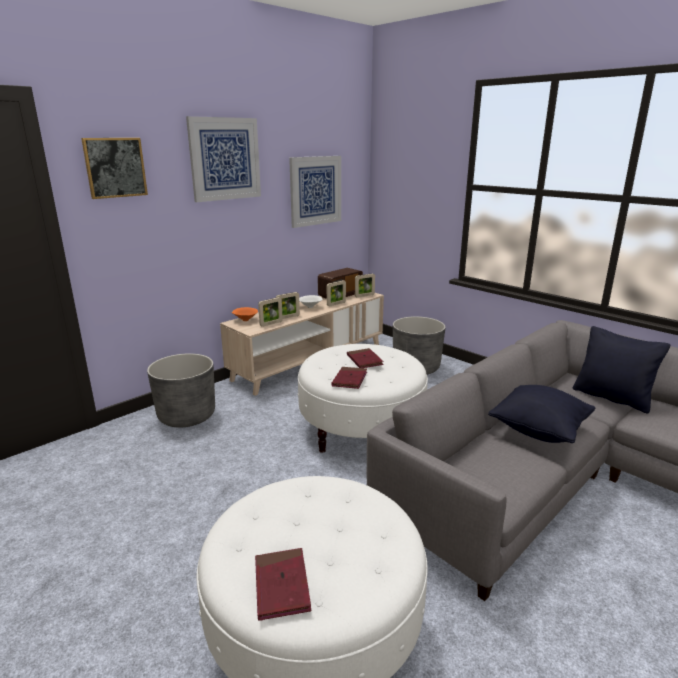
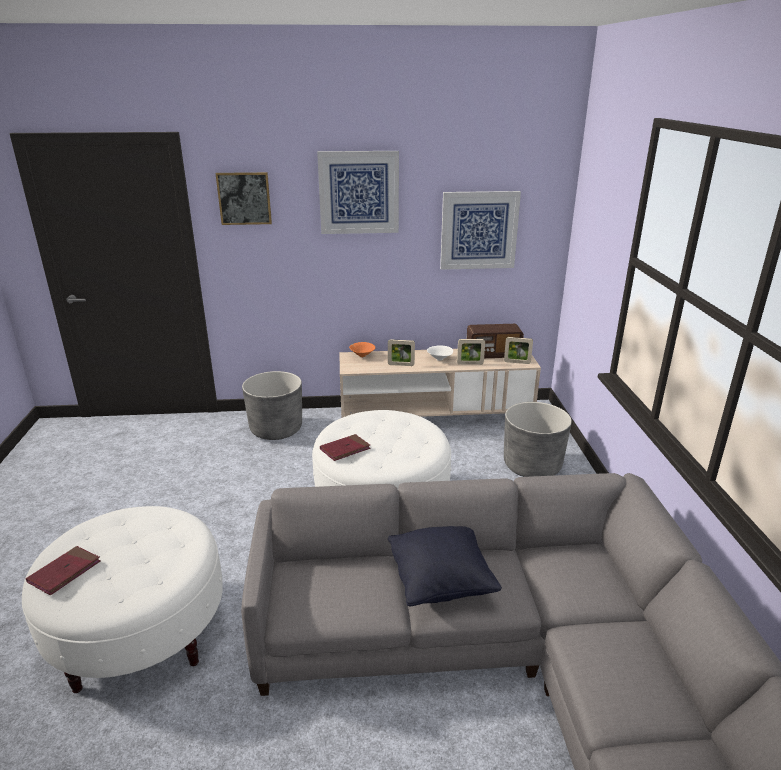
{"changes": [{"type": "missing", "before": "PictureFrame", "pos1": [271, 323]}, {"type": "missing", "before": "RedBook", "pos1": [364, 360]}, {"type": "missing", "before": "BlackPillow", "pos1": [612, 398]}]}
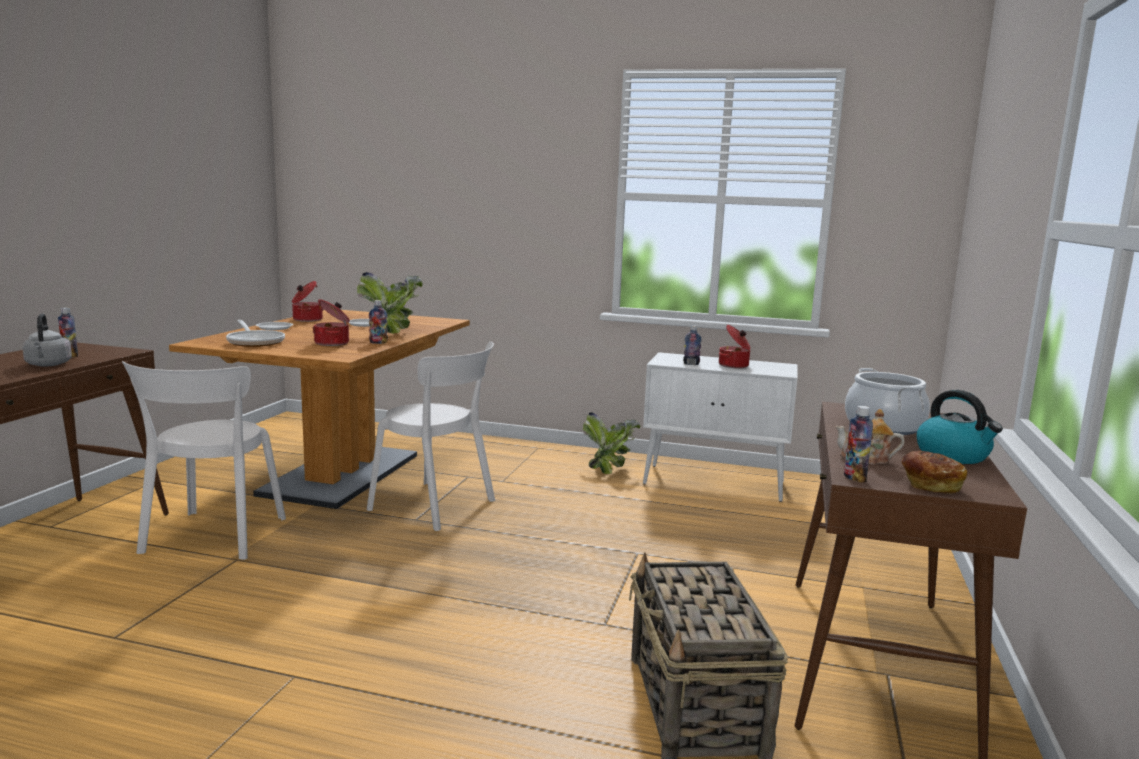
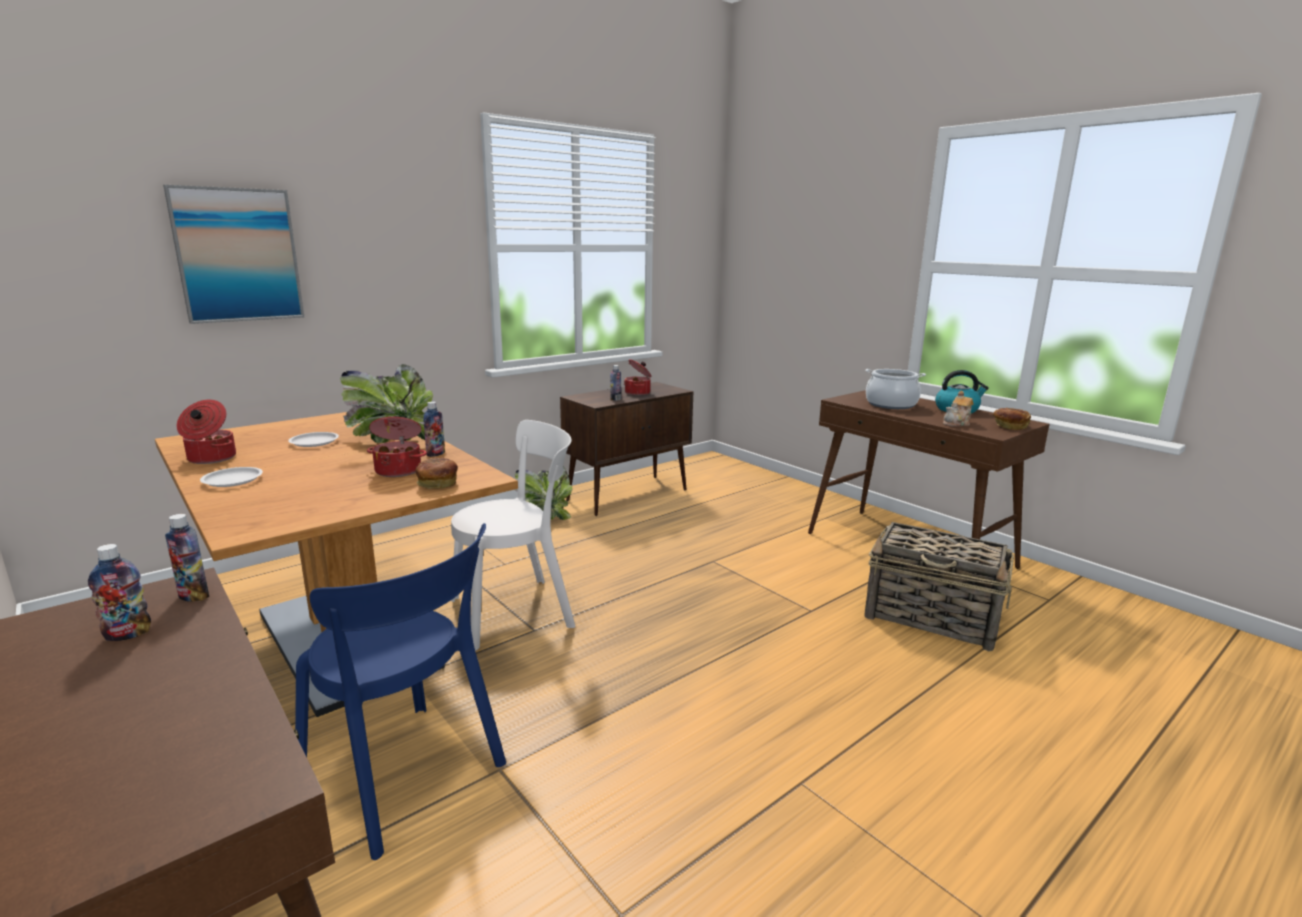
{"changes": [{"type": "appeared", "after": "Picture", "pos2": [237, 255]}, {"type": "relocated", "before": "Bottle", "pos1": [854, 478], "pos2": [193, 596]}, {"type": "colour", "before": "WhiteChair", "after": "BlueChair", "pos1": [212, 537], "pos2": [408, 777]}, {"type": "appeared", "after": "Bread", "pos2": [437, 484]}, {"type": "colour", "before": "WhiteCabinet", "after": "BrownCabinet", "pos1": [715, 483], "pos2": [628, 495]}, {"type": "missing", "before": "GreyKettle", "pos1": [48, 365]}, {"type": "missing", "before": "FryingPan", "pos1": [255, 342]}]}
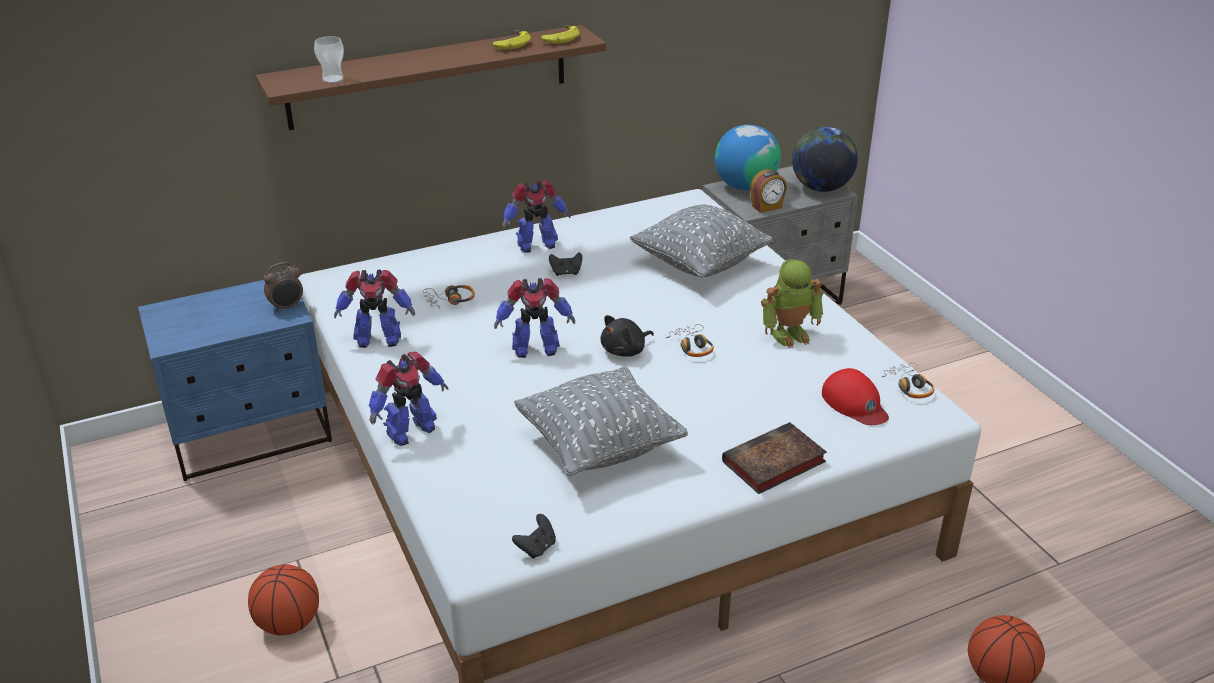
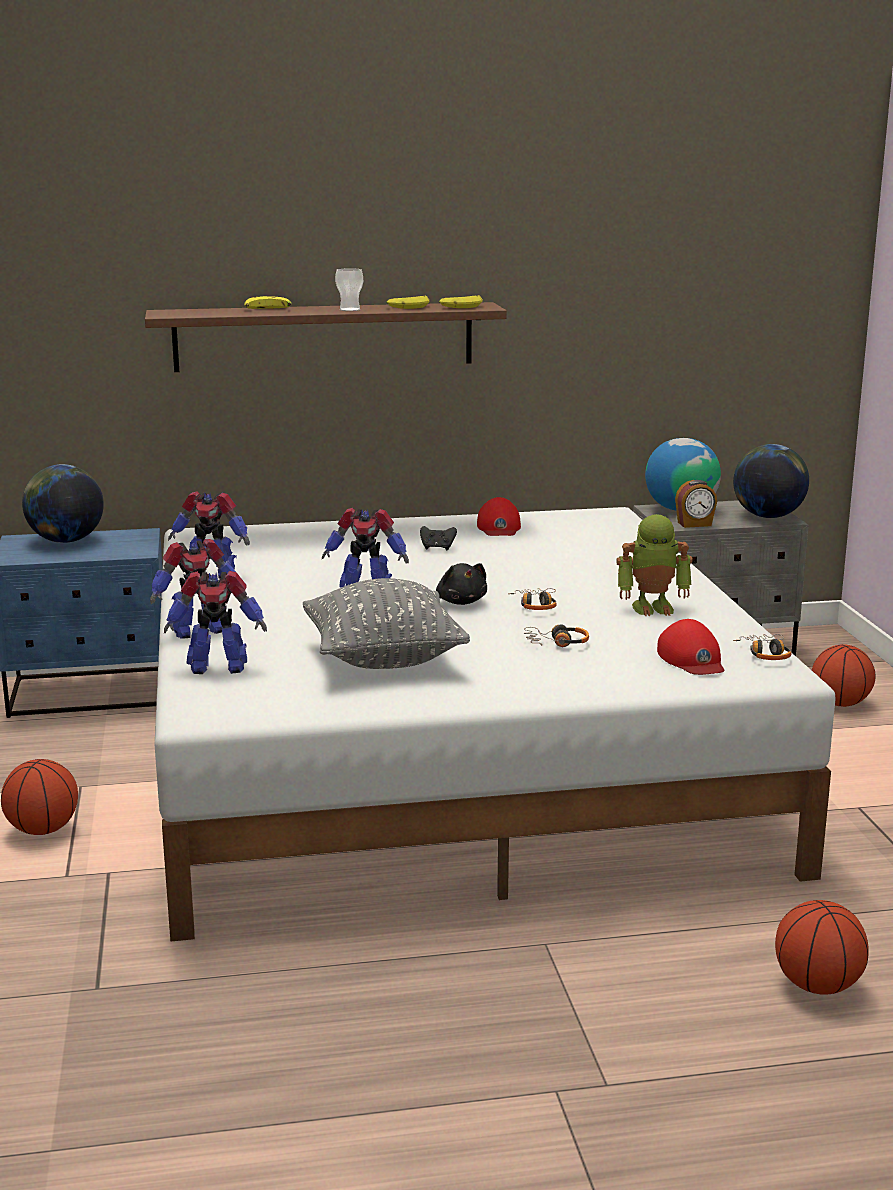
{"changes": [{"type": "appeared", "after": "Globe", "pos2": [66, 541]}, {"type": "relocated", "before": "ToyRobot", "pos1": [536, 245], "pos2": [217, 667]}, {"type": "appeared", "after": "Banana", "pos2": [267, 310]}, {"type": "relocated", "before": "Cup", "pos1": [333, 79], "pos2": [350, 309]}, {"type": "spun", "before": "BlackPlushToy", "pos1": [625, 350], "pos2": [461, 602], "turn": -90}, {"type": "appeared", "after": "RedCap", "pos2": [499, 527]}, {"type": "relocated", "before": "Headphones", "pos1": [450, 301], "pos2": [556, 643]}, {"type": "appeared", "after": "Basketball", "pos2": [840, 704]}, {"type": "missing", "before": "AlarmClock", "pos1": [287, 307]}, {"type": "missing", "before": "BlackGameController", "pos1": [536, 548]}, {"type": "missing", "before": "GreyPillow", "pos1": [700, 264]}, {"type": "missing", "before": "Book", "pos1": [772, 464]}]}
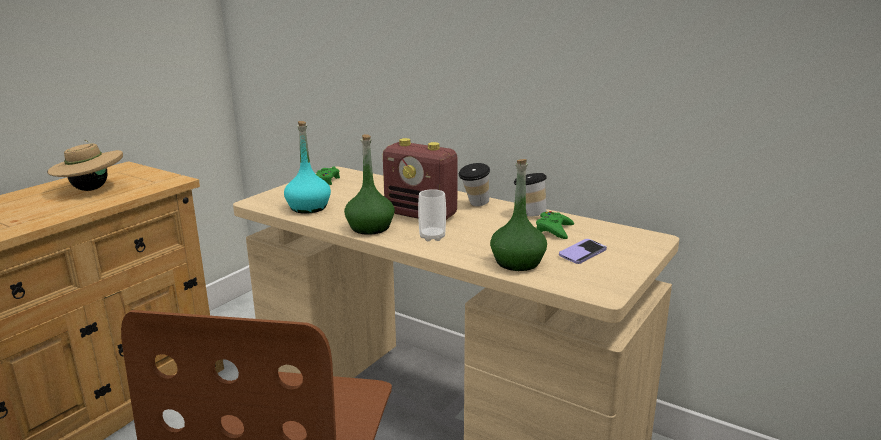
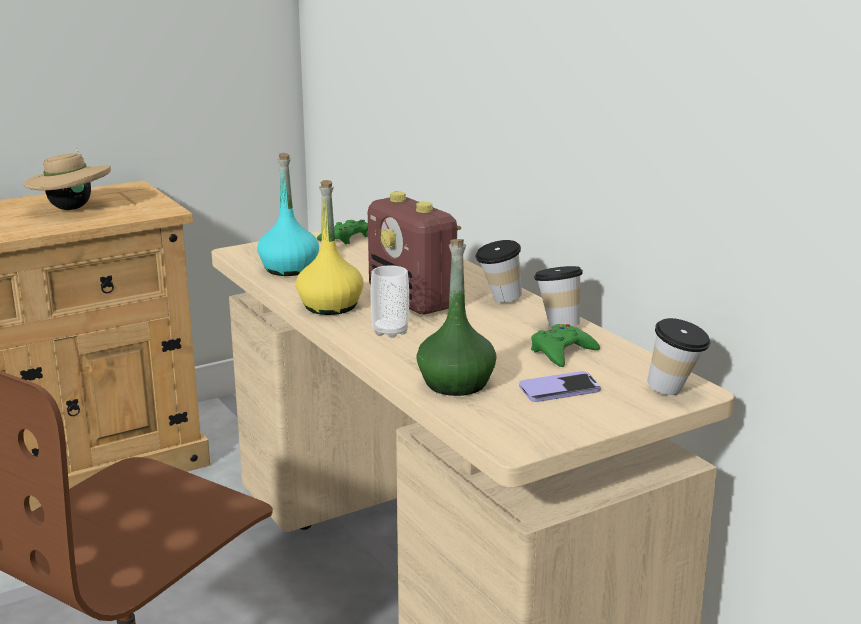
{"changes": [{"type": "colour", "before": "GreenBottle", "after": "YellowBottle", "pos1": [370, 228], "pos2": [330, 306]}, {"type": "appeared", "after": "Cup", "pos2": [675, 391]}]}
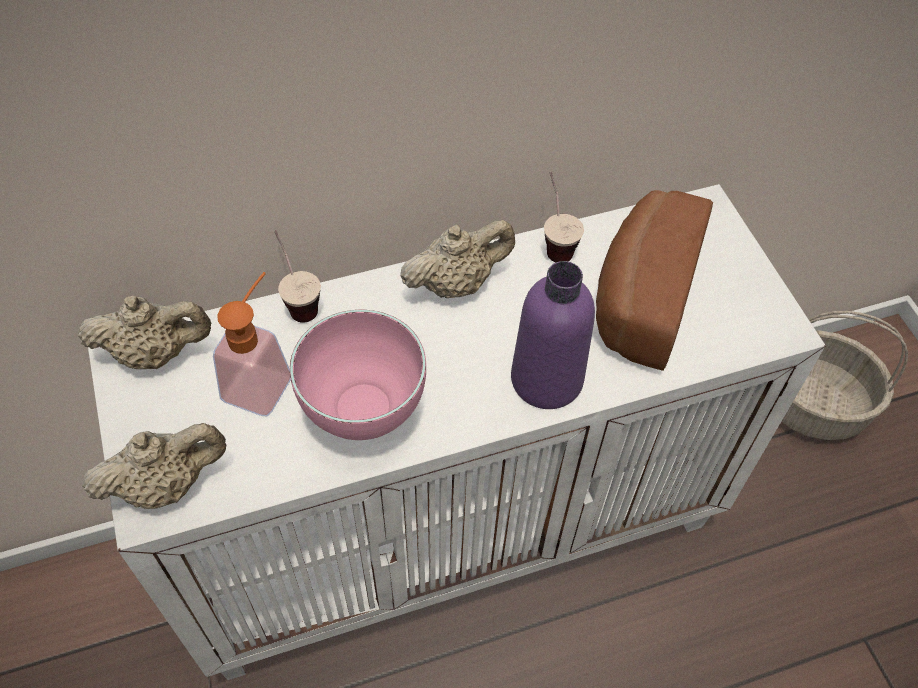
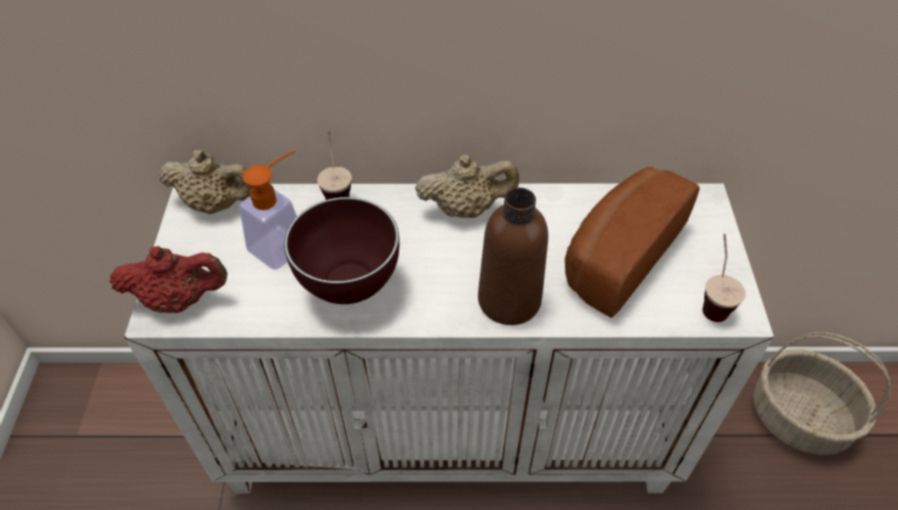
{"changes": [{"type": "colour", "before": "BeigeTeapot", "after": "RedTeapot", "pos1": [166, 484], "pos2": [180, 299]}, {"type": "colour", "before": "PinkBowl", "after": "BrownBowl", "pos1": [366, 416], "pos2": [350, 290]}, {"type": "colour", "before": "PurpleBottle", "after": "BrownBottle", "pos1": [546, 379], "pos2": [509, 300]}, {"type": "relocated", "before": "Cup", "pos1": [554, 242], "pos2": [712, 299]}]}
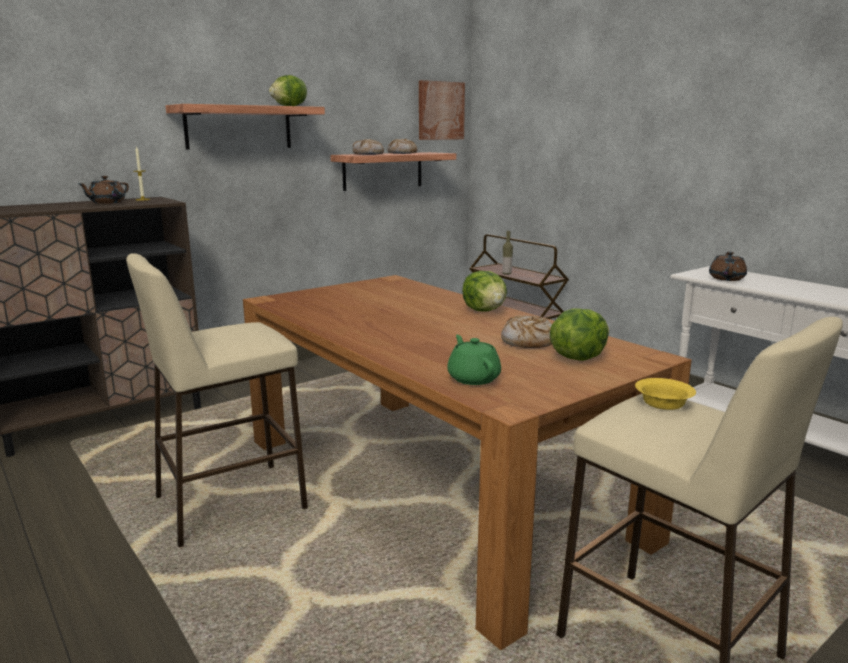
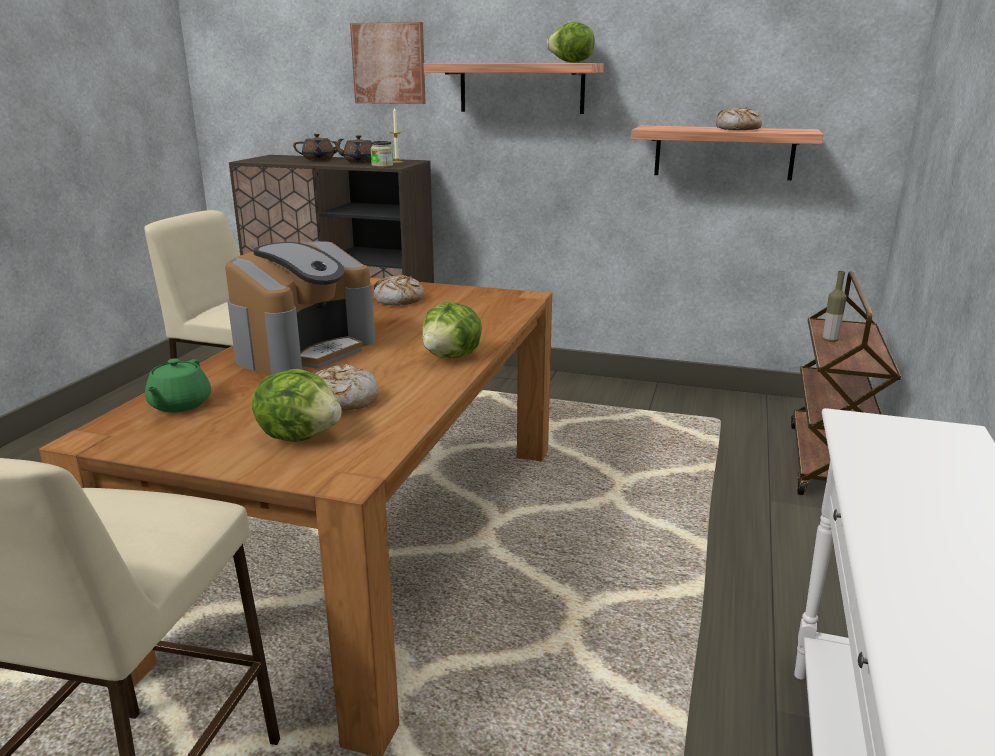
{"changes": [{"type": "spun", "before": "GreenTeapot", "pos1": [473, 378], "pos2": [179, 405], "turn": 150}, {"type": "appeared", "after": "CoffeeMachine", "pos2": [305, 349]}, {"type": "relocated", "before": "BrownTeapot", "pos1": [726, 278], "pos2": [319, 159]}, {"type": "relocated", "before": "Picture", "pos1": [440, 110], "pos2": [389, 63]}, {"type": "appeared", "after": "Jar", "pos2": [382, 165]}, {"type": "relocated", "before": "Bread", "pos1": [368, 154], "pos2": [398, 300]}, {"type": "missing", "before": "YellowBowl", "pos1": [663, 403]}]}
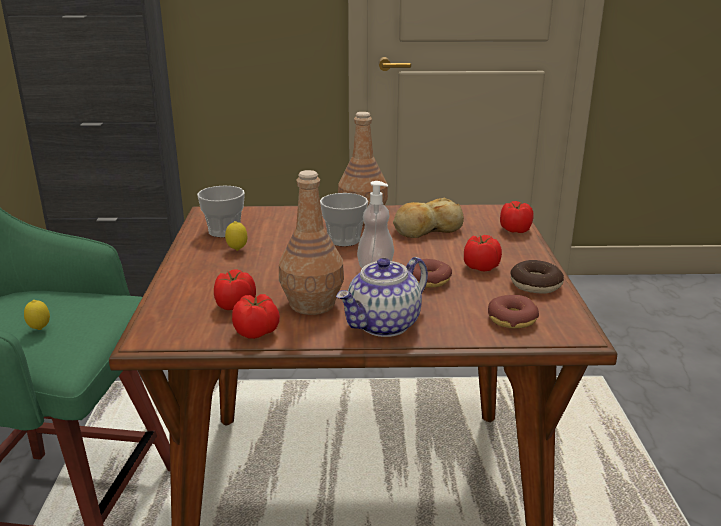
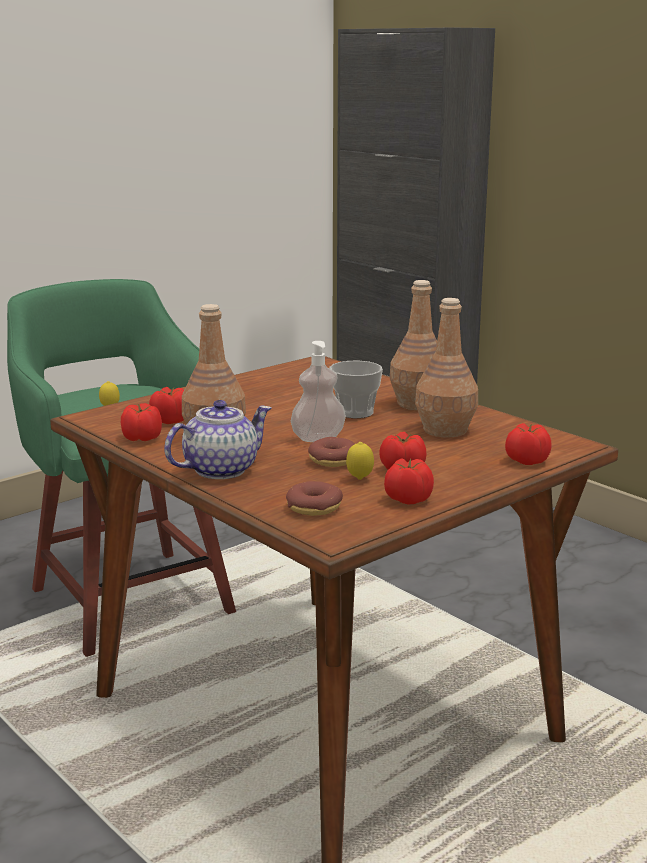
{"changes": [{"type": "spun", "before": "Teapot", "pos1": [384, 325], "pos2": [221, 469], "turn": 135}, {"type": "relocated", "before": "Lemon", "pos1": [237, 250], "pos2": [359, 479]}, {"type": "exchanged", "before": "Donut", "after": "Tomato", "pos1": [535, 285], "pos2": [407, 499]}, {"type": "exchanged", "before": "Bread", "after": "BrownBottle", "pos1": [426, 229], "pos2": [445, 430]}, {"type": "missing", "before": "Cup", "pos1": [224, 231]}]}
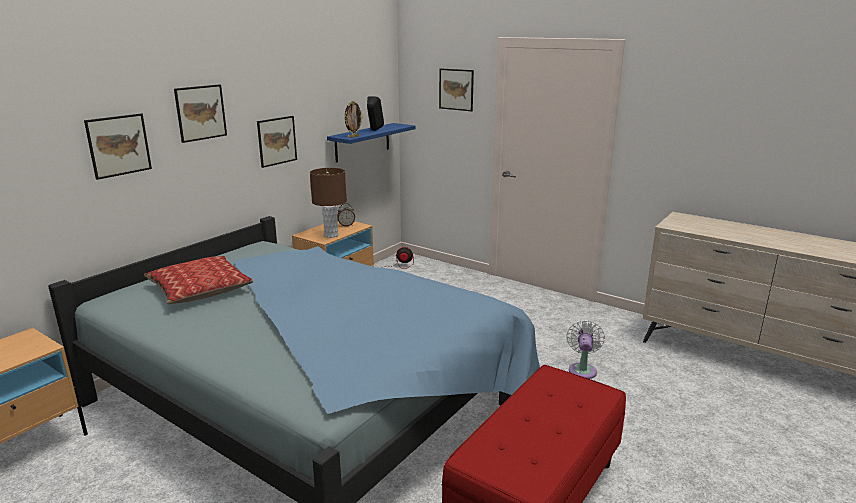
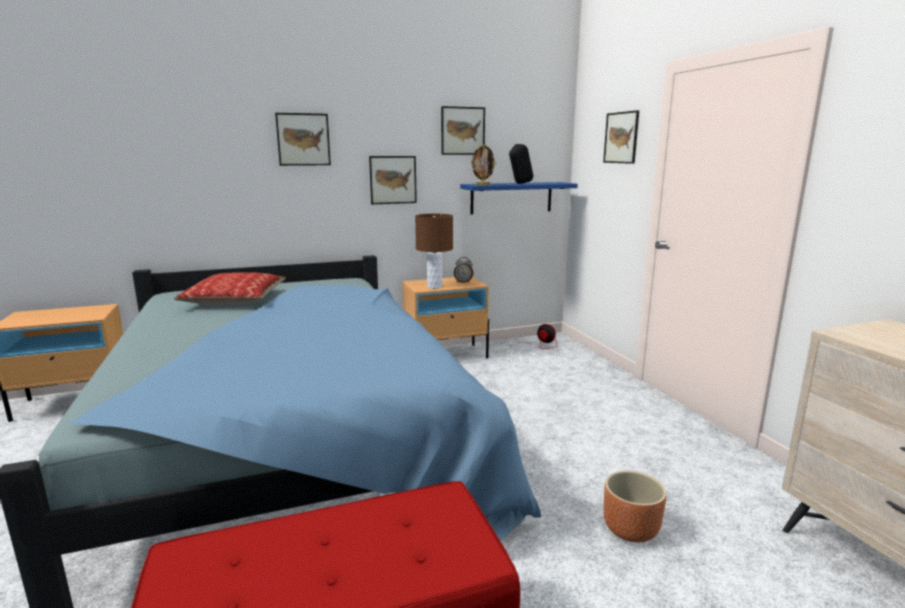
{"changes": [{"type": "relocated", "before": "Picture", "pos1": [118, 145], "pos2": [462, 131]}, {"type": "exchanged", "before": "WhiteFan", "after": "BrownPlanter", "pos1": [582, 369], "pos2": [629, 530]}]}
